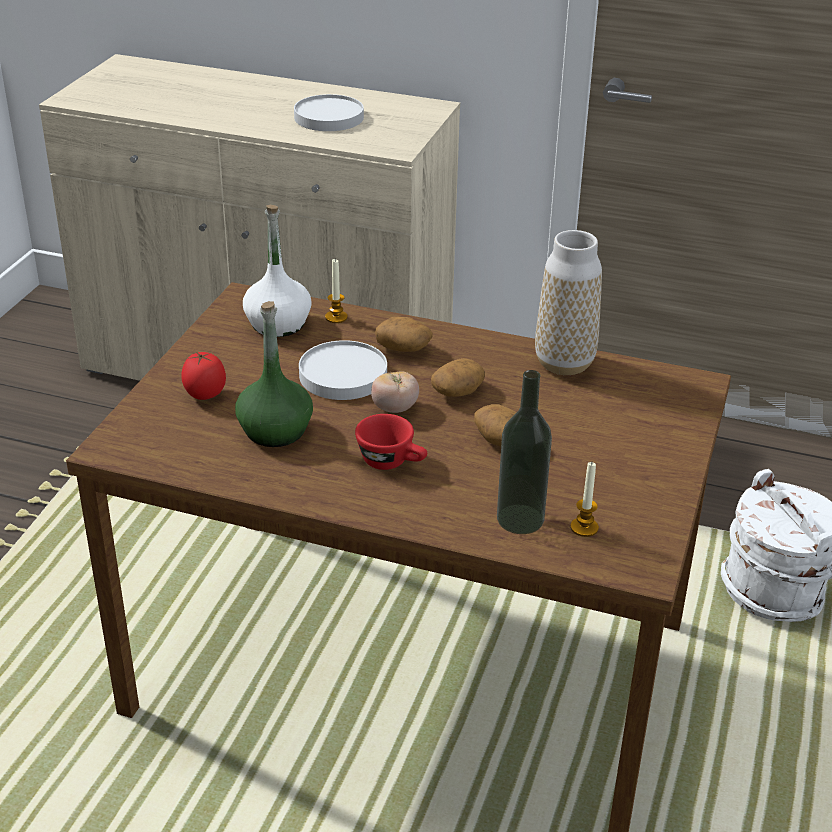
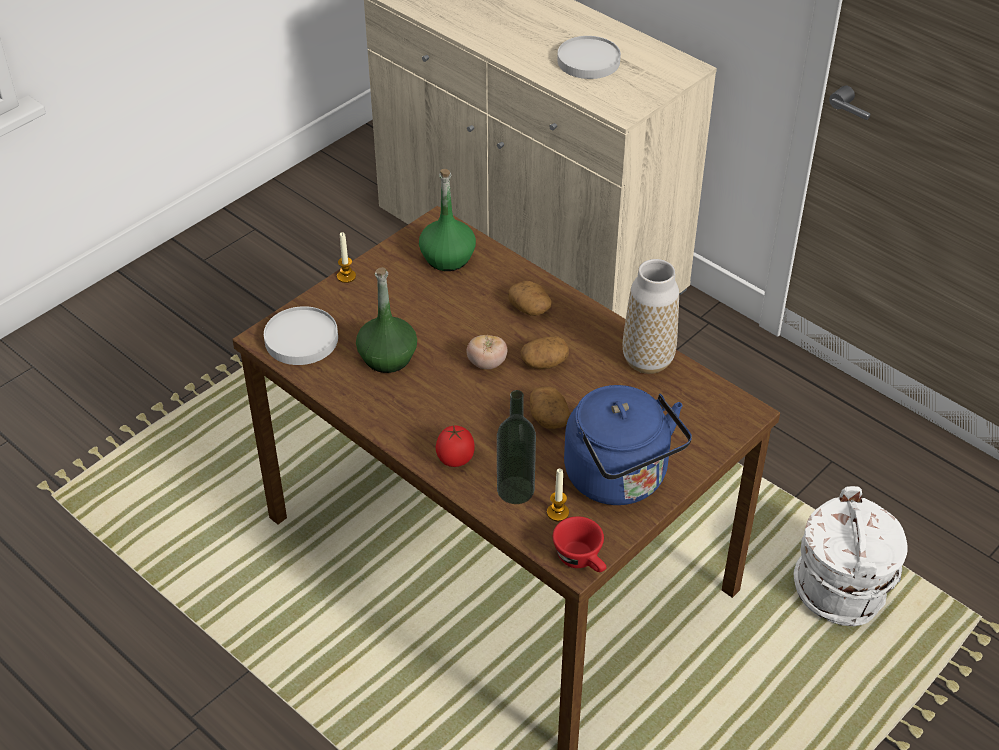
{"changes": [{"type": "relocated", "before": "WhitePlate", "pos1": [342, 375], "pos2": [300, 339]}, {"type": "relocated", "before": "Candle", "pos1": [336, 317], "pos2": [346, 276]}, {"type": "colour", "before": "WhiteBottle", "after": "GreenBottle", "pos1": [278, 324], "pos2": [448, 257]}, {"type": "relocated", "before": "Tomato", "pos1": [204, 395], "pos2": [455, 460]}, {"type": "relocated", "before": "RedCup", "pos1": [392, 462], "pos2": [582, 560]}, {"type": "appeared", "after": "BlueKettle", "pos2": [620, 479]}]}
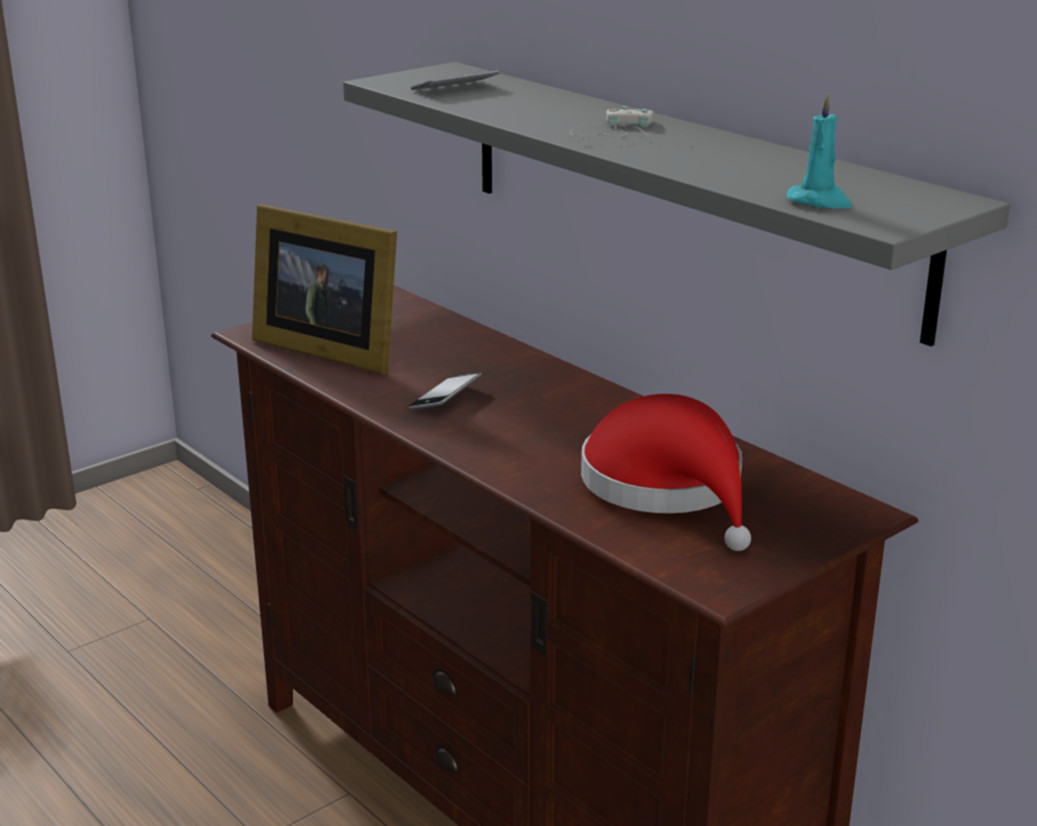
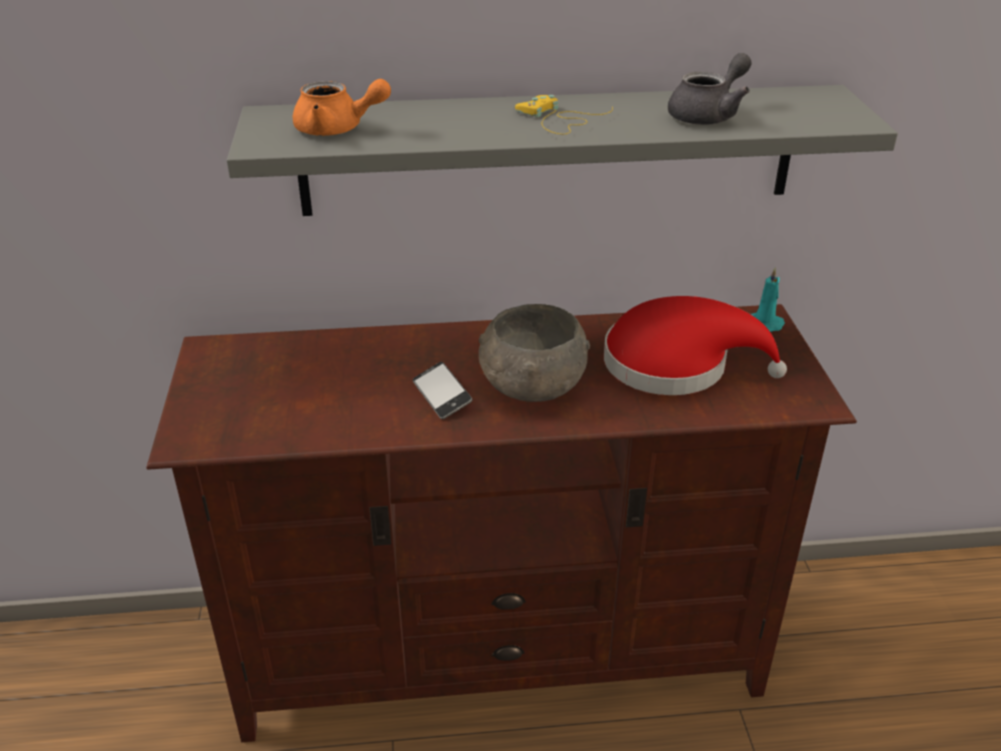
{"changes": [{"type": "exchanged", "before": "Phone", "after": "OrangeTeapot", "pos1": [455, 88], "pos2": [337, 129]}, {"type": "appeared", "after": "GreyBowl", "pos2": [531, 386]}, {"type": "colour", "before": "WhiteGameController", "after": "YellowGameController", "pos1": [619, 132], "pos2": [558, 120]}, {"type": "appeared", "after": "GreyTeapot", "pos2": [708, 115]}, {"type": "relocated", "before": "TurquoiseCandle", "pos1": [820, 201], "pos2": [766, 325]}, {"type": "missing", "before": "PictureFrame", "pos1": [327, 348]}]}
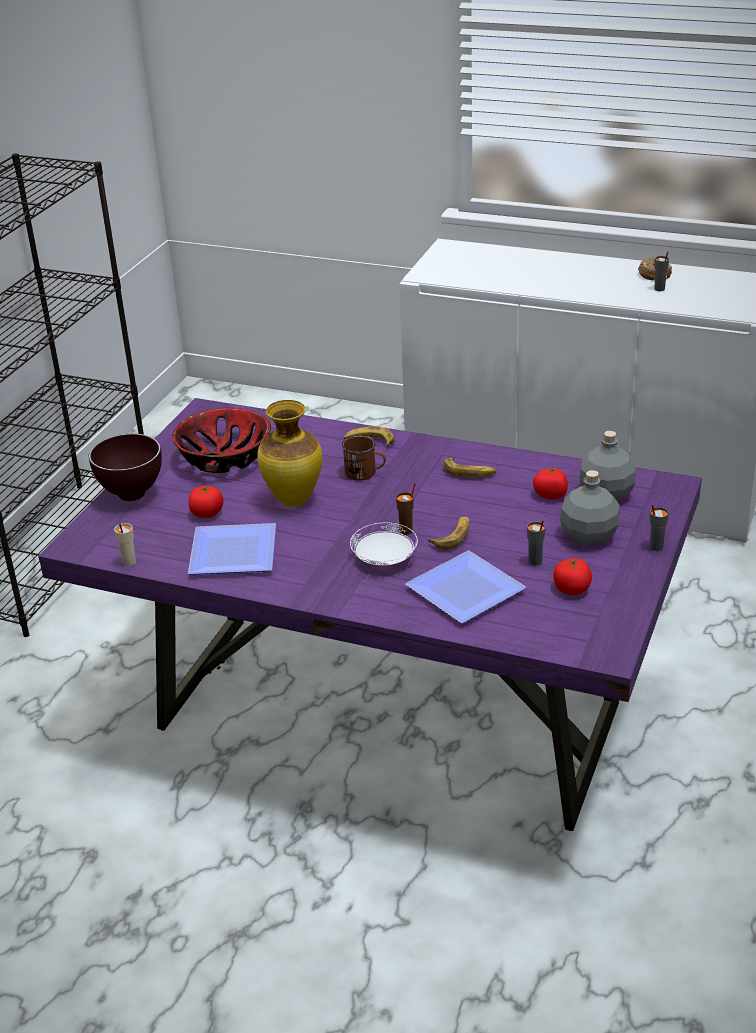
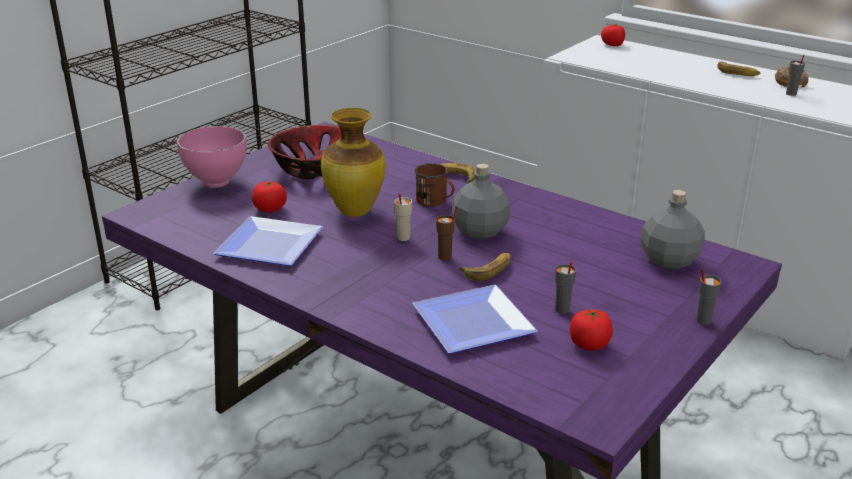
{"changes": [{"type": "colour", "before": "BrownBowl", "after": "PinkBowl", "pos1": [132, 494], "pos2": [217, 182]}, {"type": "relocated", "before": "BeigeCup", "pos1": [129, 563], "pos2": [403, 238]}, {"type": "relocated", "before": "GreyBottle", "pos1": [588, 536], "pos2": [479, 232]}, {"type": "relocated", "before": "Tomato", "pos1": [551, 495], "pos2": [612, 45]}, {"type": "relocated", "before": "Banana", "pos1": [469, 472], "pos2": [737, 73]}, {"type": "missing", "before": "WhitePlate", "pos1": [384, 559]}]}
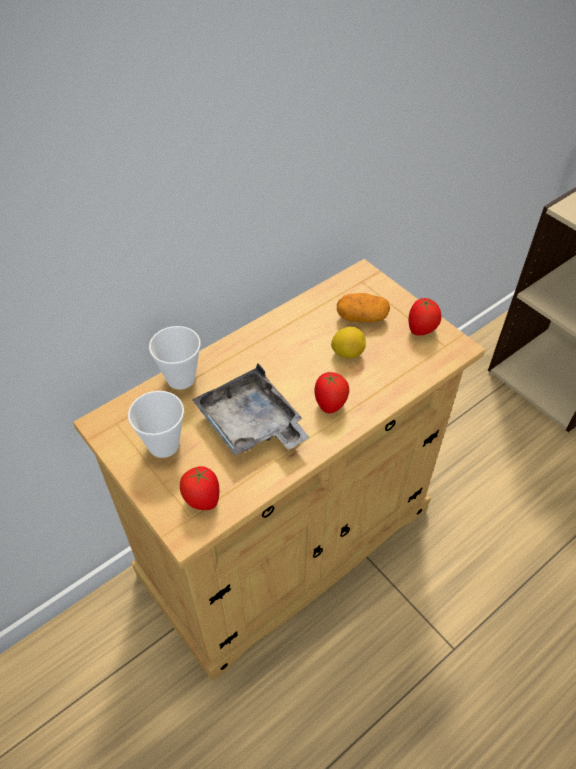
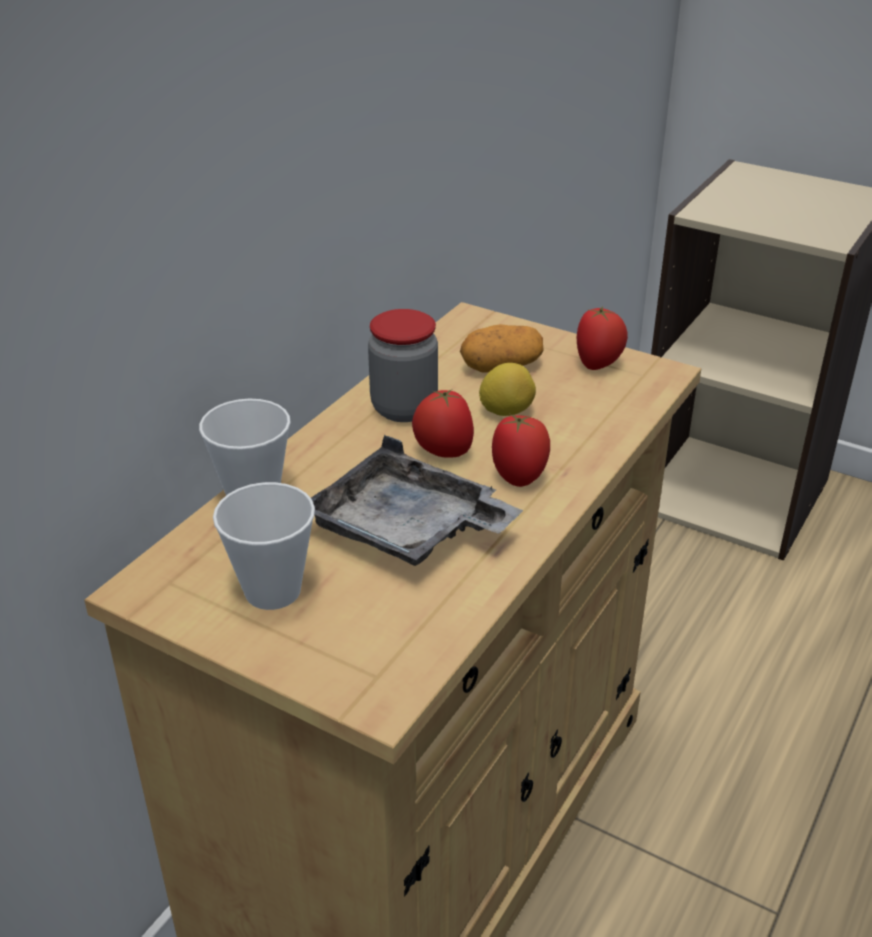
{"changes": [{"type": "appeared", "after": "Jar", "pos2": [404, 409]}, {"type": "relocated", "before": "Tomato", "pos1": [202, 500], "pos2": [443, 453]}]}
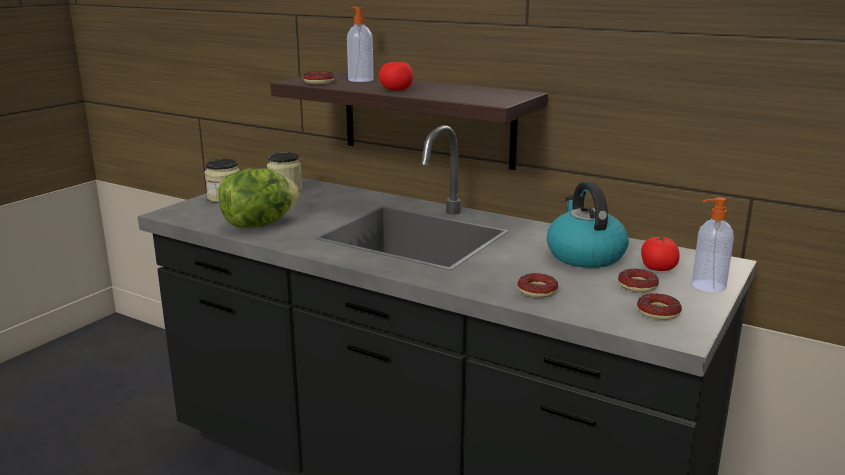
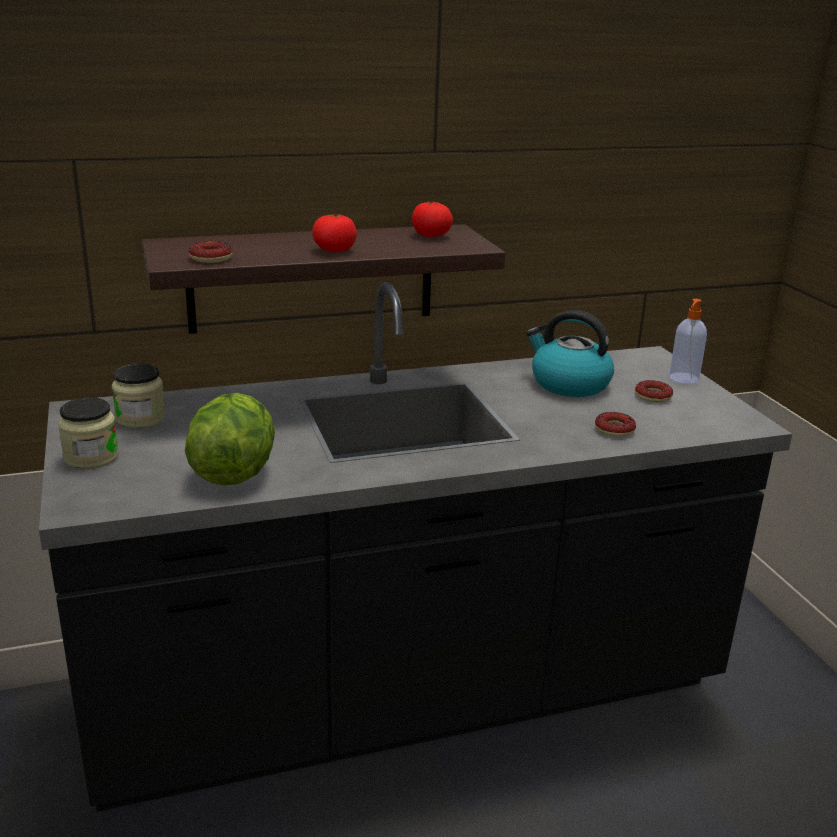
{"changes": [{"type": "relocated", "before": "Tomato", "pos1": [658, 269], "pos2": [431, 235]}, {"type": "missing", "before": "SoapDispenser", "pos1": [360, 80]}, {"type": "missing", "before": "Donut", "pos1": [658, 312]}]}
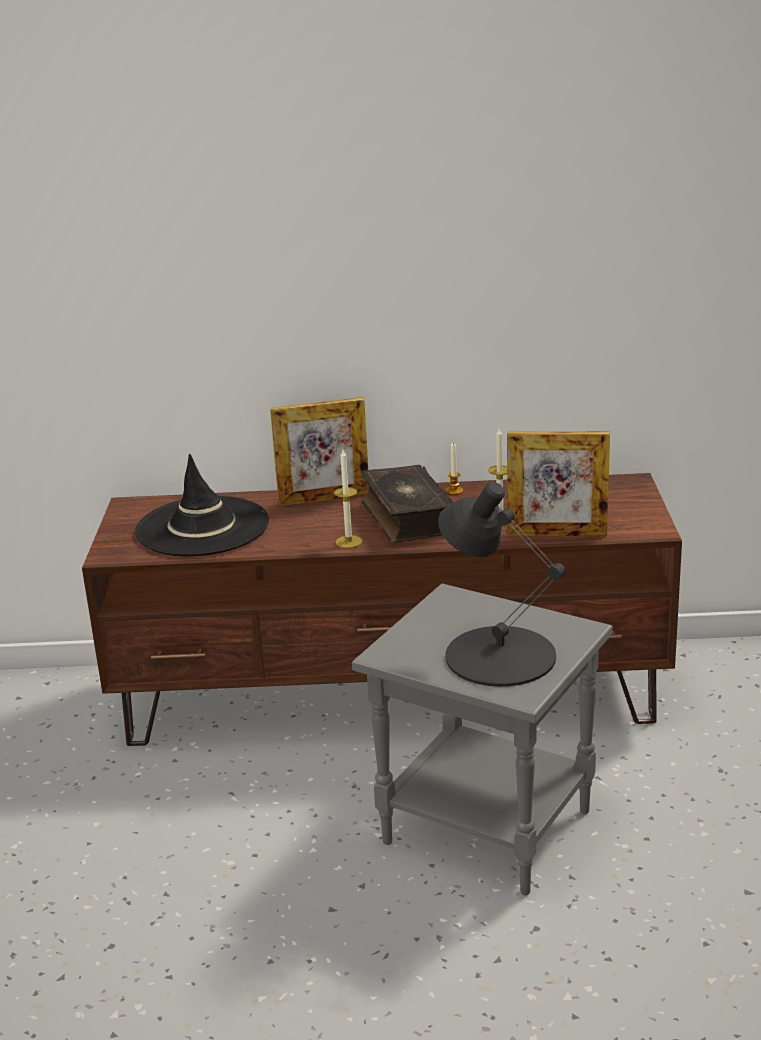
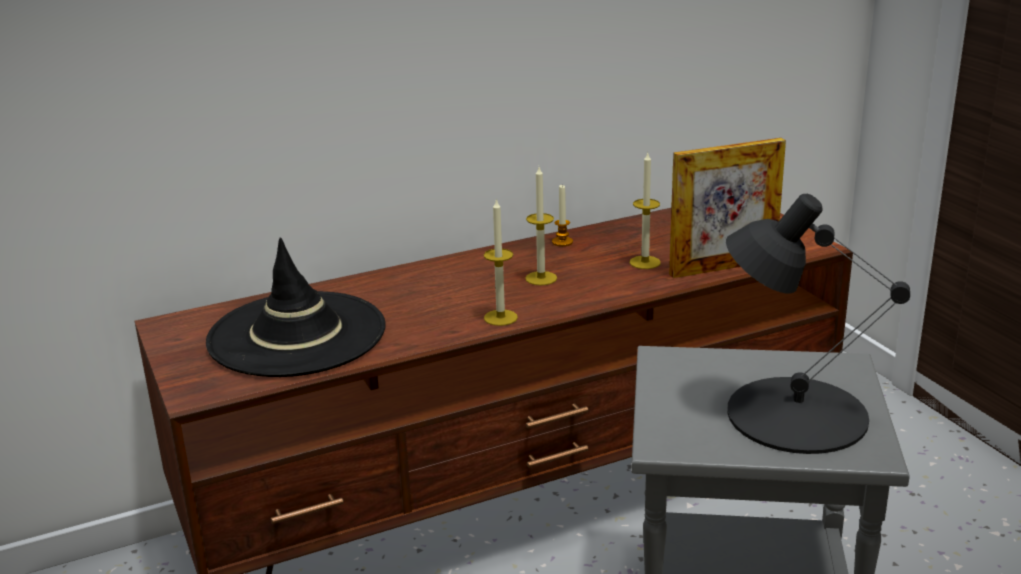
{"changes": [{"type": "exchanged", "before": "Book", "after": "Candle", "pos1": [408, 517], "pos2": [541, 278]}, {"type": "missing", "before": "PictureFrame", "pos1": [324, 498]}]}
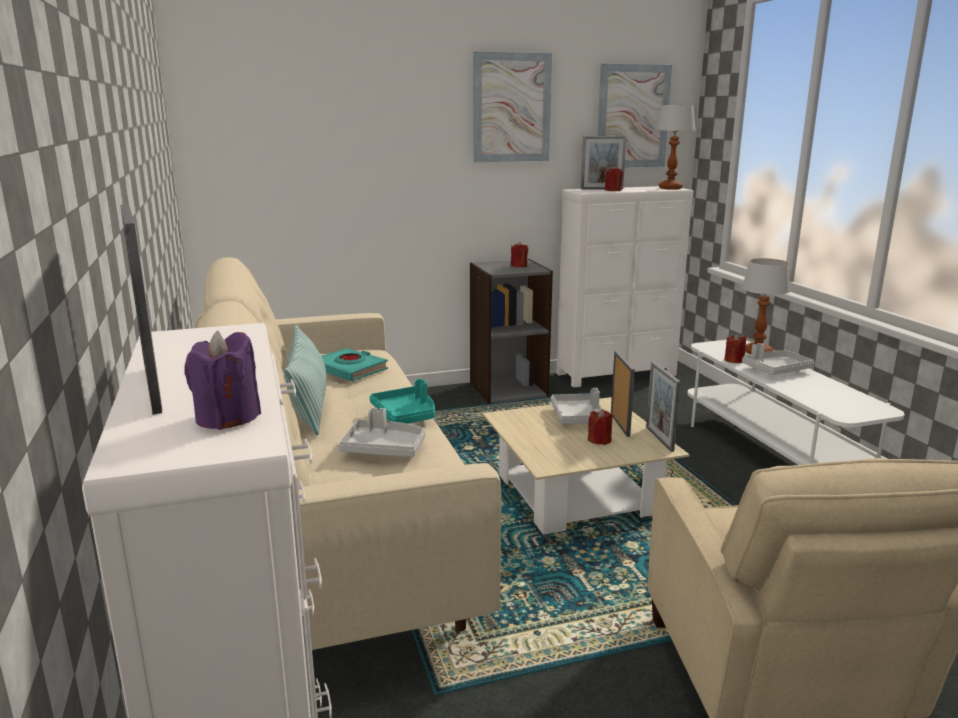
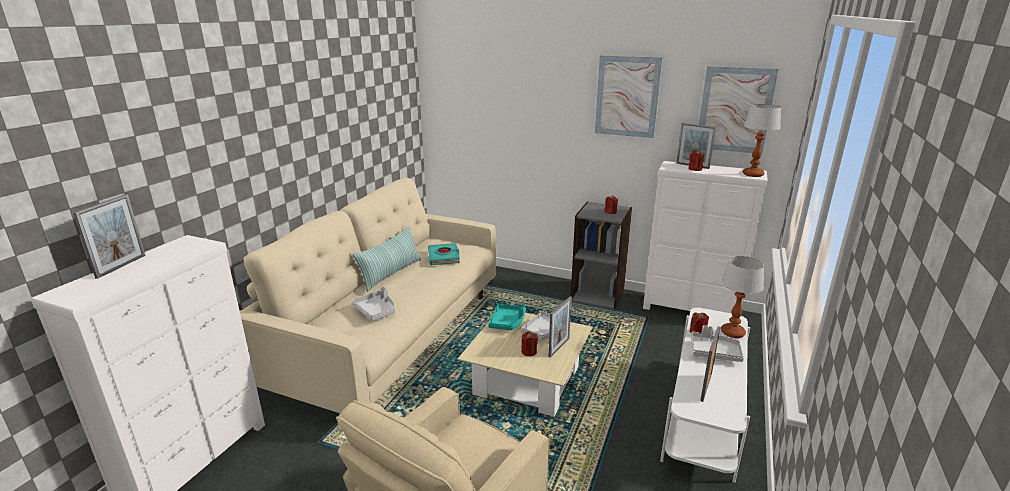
{"changes": [{"type": "relocated", "before": "TurquoiseTray", "pos1": [406, 415], "pos2": [507, 322]}, {"type": "relocated", "before": "PictureFrame", "pos1": [659, 439], "pos2": [706, 387]}, {"type": "missing", "before": "PurpleCandle", "pos1": [227, 417]}]}
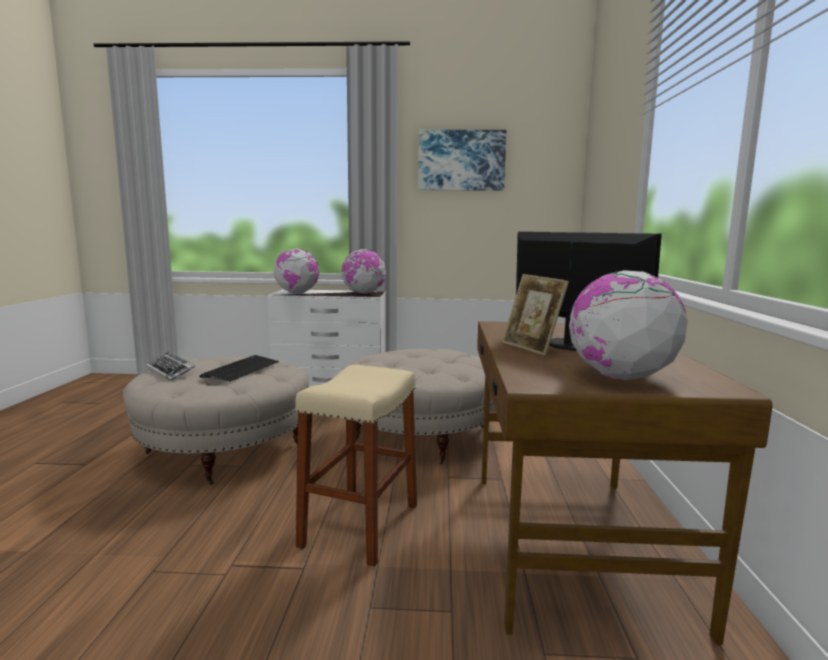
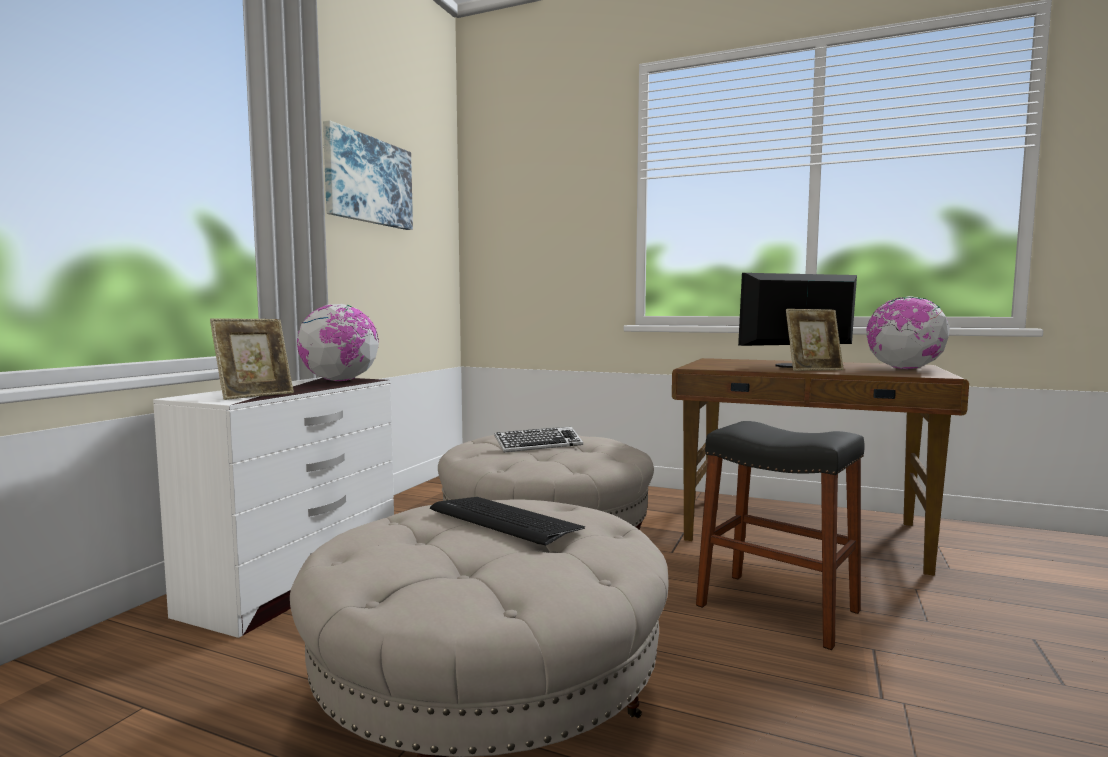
{"changes": [{"type": "exchanged", "before": "Globe", "after": "PictureFrame", "pos1": [297, 293], "pos2": [255, 395]}, {"type": "relocated", "before": "Keyboard", "pos1": [171, 371], "pos2": [538, 445]}, {"type": "colour", "before": "BeigeStool", "after": "BlackStool", "pos1": [360, 525], "pos2": [777, 608]}]}
